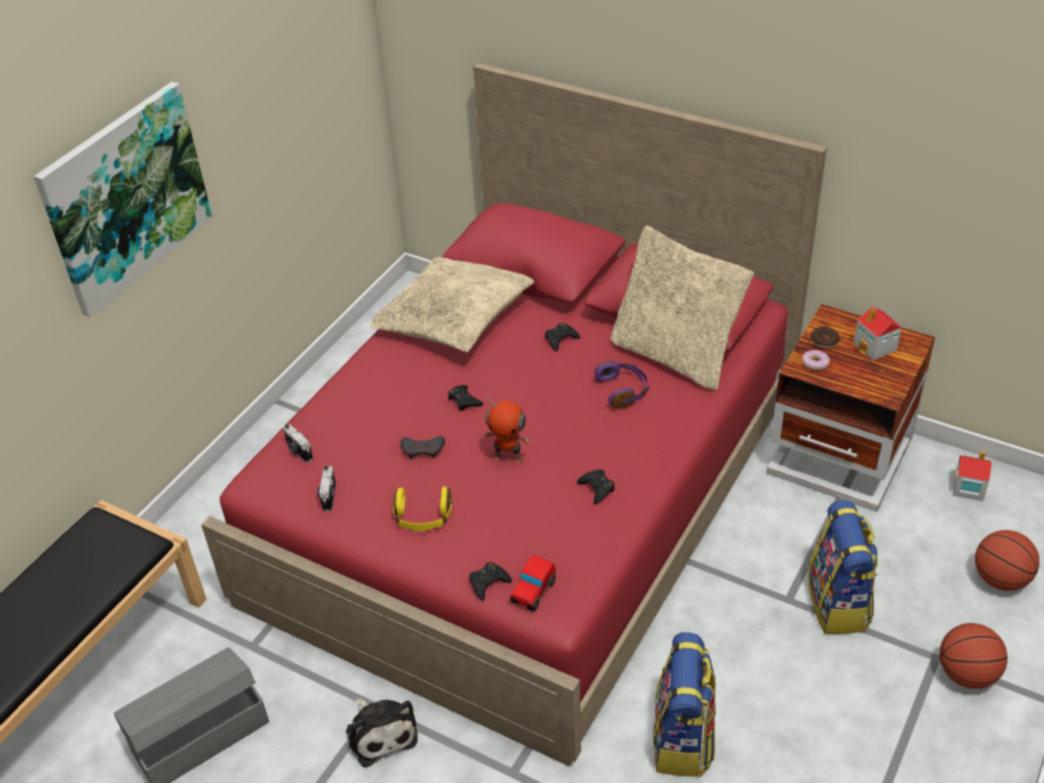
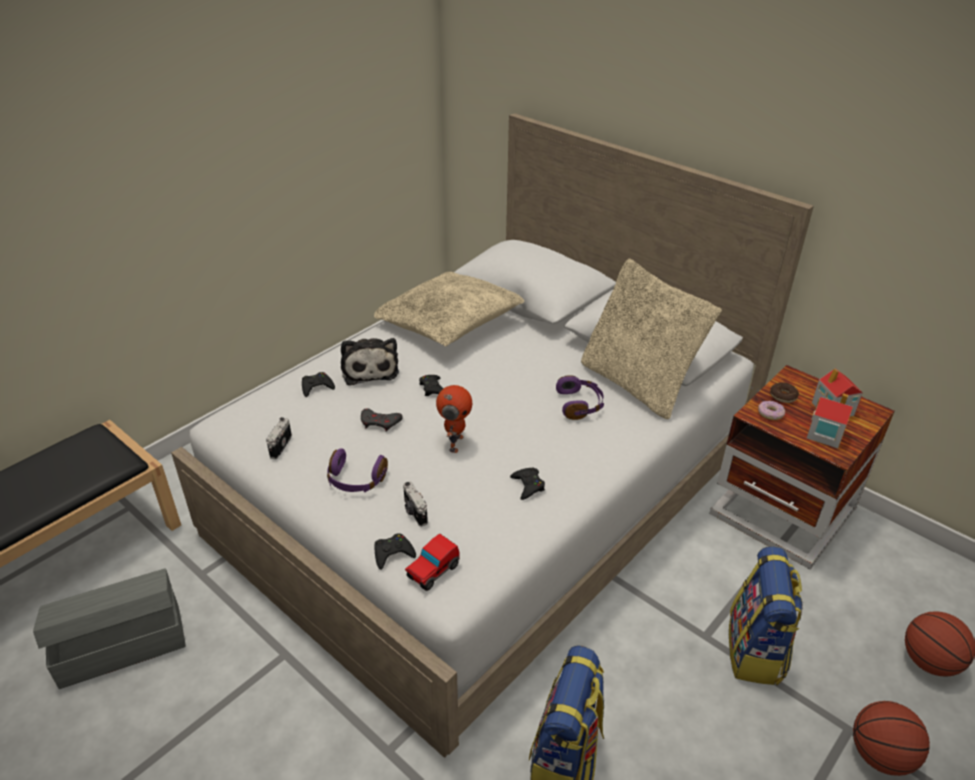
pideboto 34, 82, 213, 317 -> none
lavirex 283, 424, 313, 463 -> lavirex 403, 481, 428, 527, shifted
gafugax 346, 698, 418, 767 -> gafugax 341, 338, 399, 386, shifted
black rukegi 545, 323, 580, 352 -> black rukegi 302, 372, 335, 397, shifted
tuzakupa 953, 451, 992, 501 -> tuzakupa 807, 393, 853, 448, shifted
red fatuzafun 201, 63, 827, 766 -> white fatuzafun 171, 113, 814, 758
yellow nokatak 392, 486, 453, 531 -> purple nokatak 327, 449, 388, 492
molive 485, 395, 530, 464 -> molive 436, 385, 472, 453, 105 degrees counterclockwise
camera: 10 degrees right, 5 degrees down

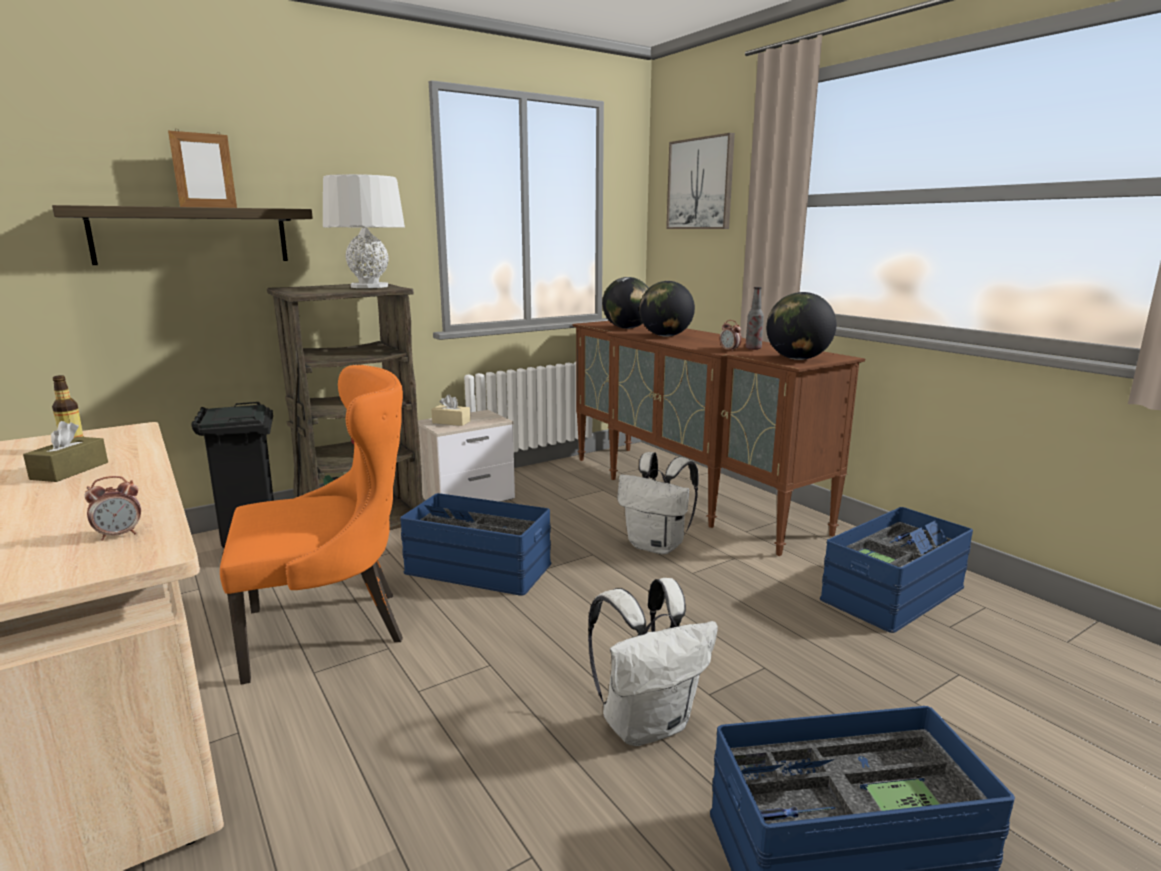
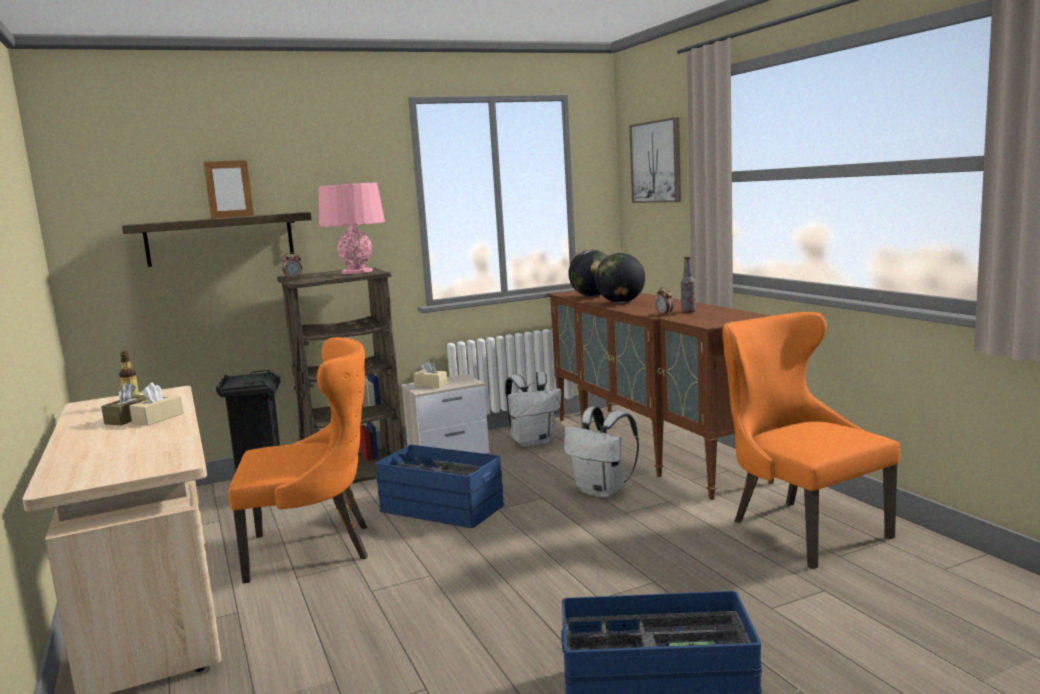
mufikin 766, 292, 836, 360 -> none
none -> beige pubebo 129, 382, 184, 426
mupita 84, 476, 141, 541 -> mupita 282, 252, 302, 279, shifted
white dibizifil 588, 578, 718, 746 -> white dibizifil 505, 372, 561, 447, shifted
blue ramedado 820, 507, 973, 633 -> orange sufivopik 722, 311, 900, 569
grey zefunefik 323, 174, 405, 288 -> pink zefunefik 319, 183, 385, 274
camera: 10 degrees right, 5 degrees down

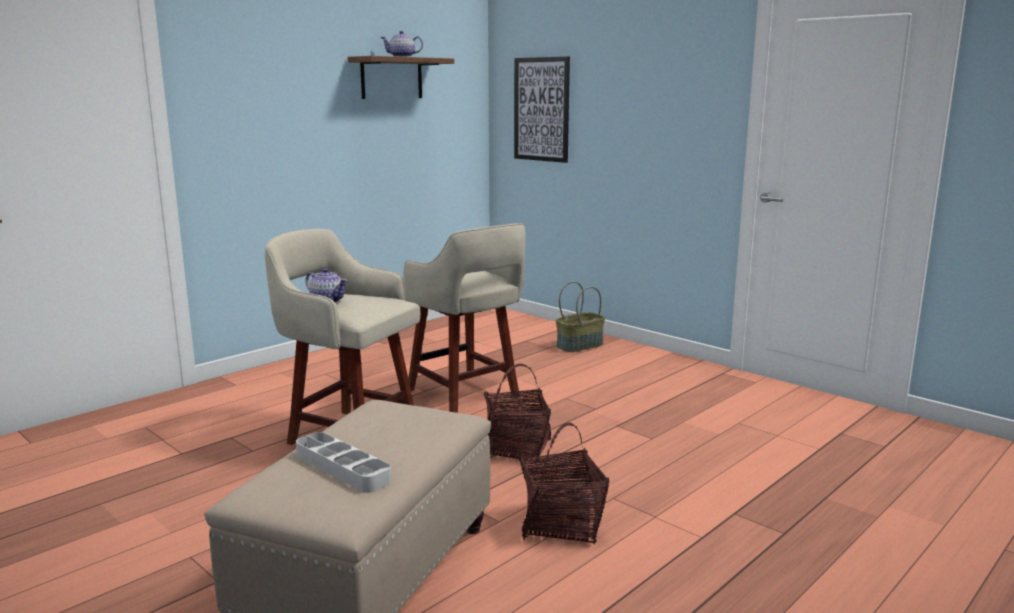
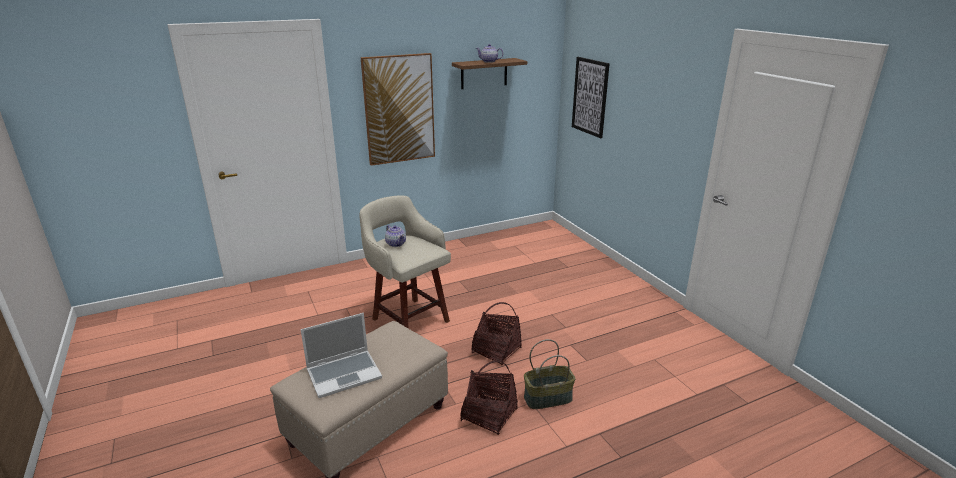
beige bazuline 403, 223, 526, 413 -> none
none -> pideboto 361, 53, 435, 166
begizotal 556, 281, 605, 352 -> begizotal 524, 339, 575, 409, shifted
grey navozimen 296, 432, 392, 493 -> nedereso 301, 313, 382, 398
camera: 20 degrees right, 10 degrees up

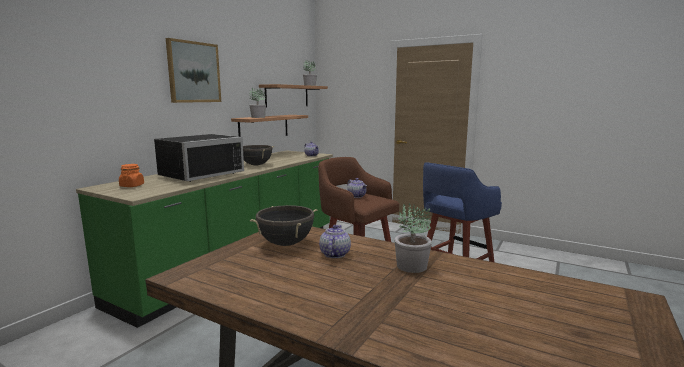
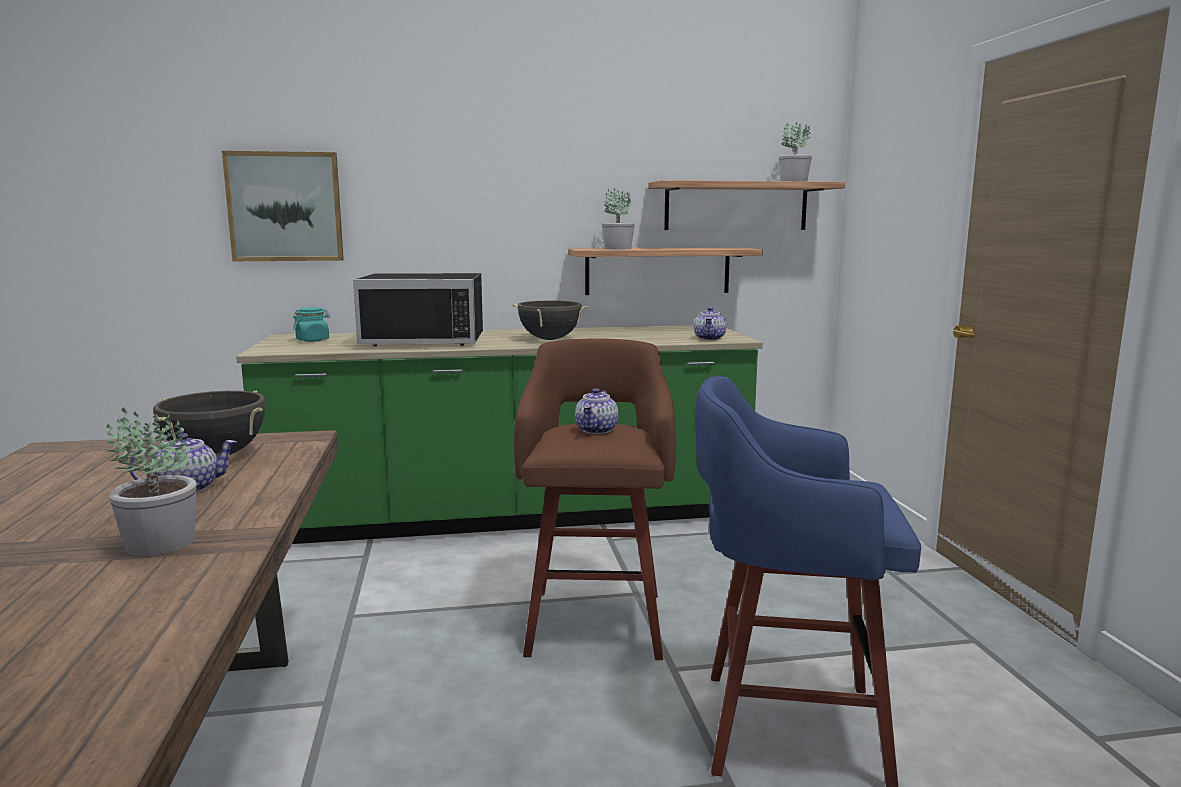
pideboto 166, 38, 221, 103 -> pideboto 222, 151, 344, 261, shifted
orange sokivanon 119, 164, 144, 187 -> turquoise sokivanon 293, 307, 330, 342
camera: 50 degrees right, 0 degrees up

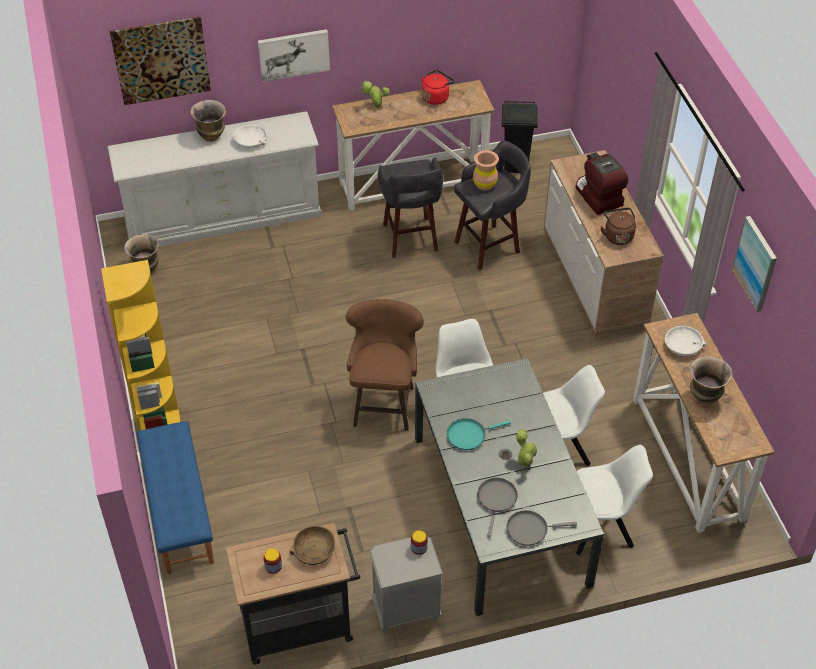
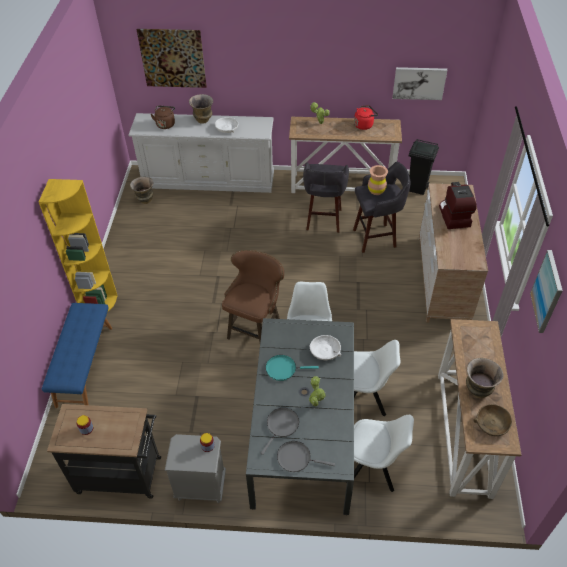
pideboto 258, 29, 330, 82 -> pideboto 393, 67, 447, 100, shifted
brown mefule 290, 526, 335, 565 -> brown mefule 474, 404, 512, 436, shifted
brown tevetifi 601, 208, 636, 245 -> brown tevetifi 150, 106, 175, 129, shifted
white mefule 665, 326, 707, 356 -> white mefule 310, 335, 341, 360, shifted
camera: 20 degrees right, 0 degrees up

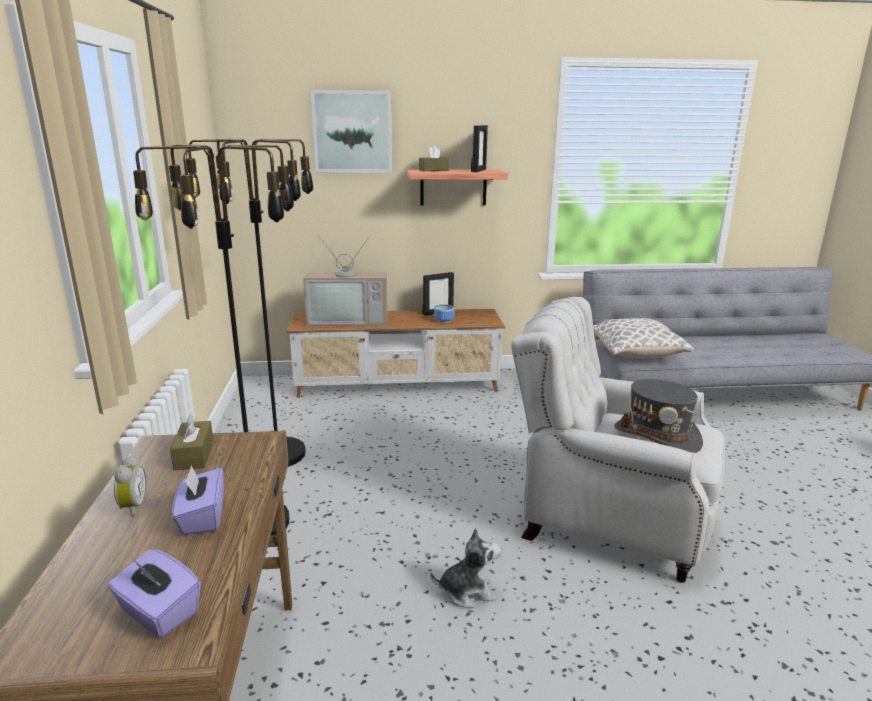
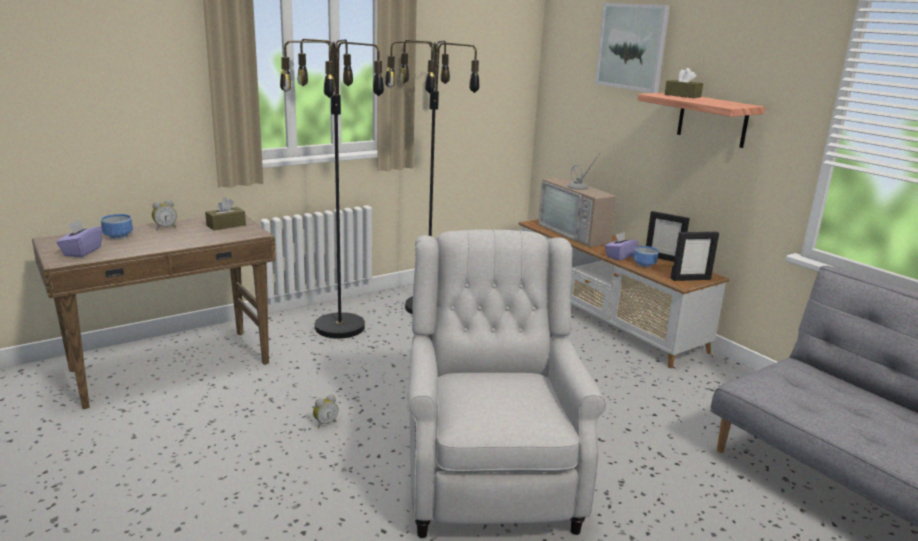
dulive 593, 318, 694, 359 -> none
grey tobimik 614, 379, 703, 453 -> none
none -> mefule 101, 214, 133, 239
purple pubebo 172, 466, 224, 535 -> purple pubebo 605, 232, 638, 261, shifted
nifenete 471, 125, 488, 172 -> nifenete 671, 232, 719, 281, shifted
gafugax 430, 528, 502, 608 -> mupita 313, 395, 338, 428
camera: 60 degrees right, 0 degrees up

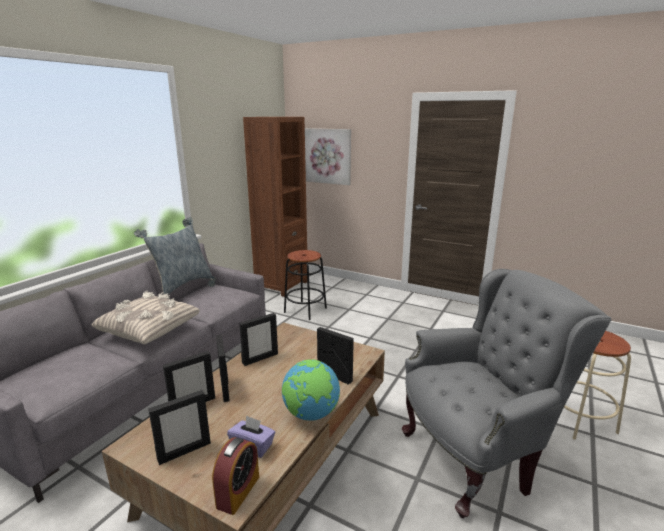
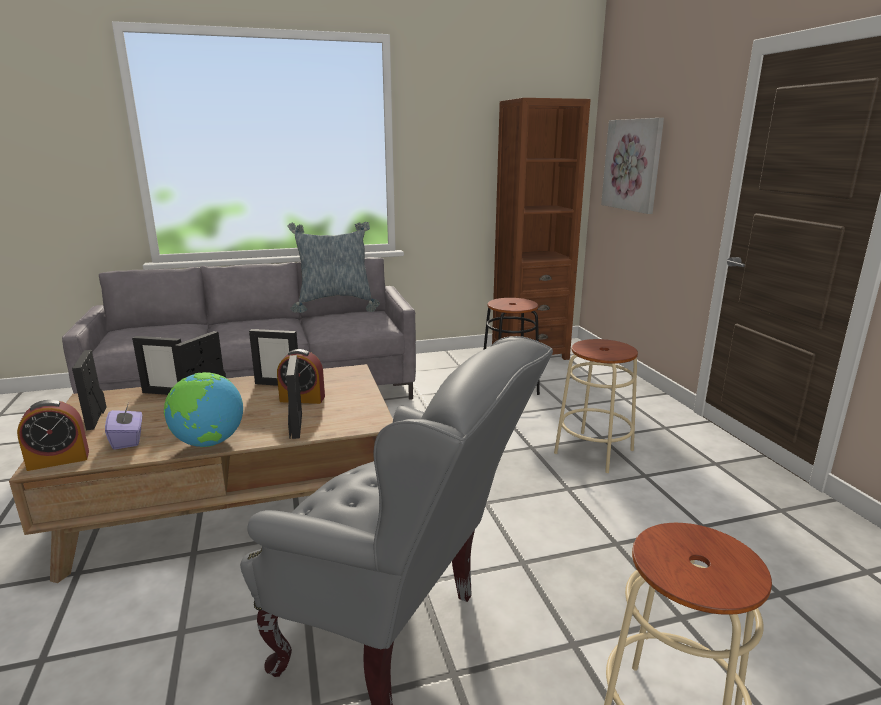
beige dulive 92, 290, 200, 344 -> none
none -> mupita 277, 349, 325, 404
none -> beige bazuline 554, 339, 638, 473
nifenete 148, 390, 211, 465 -> nifenete 72, 350, 107, 431, 60 degrees clockwise
camera: 45 degrees right, 0 degrees up

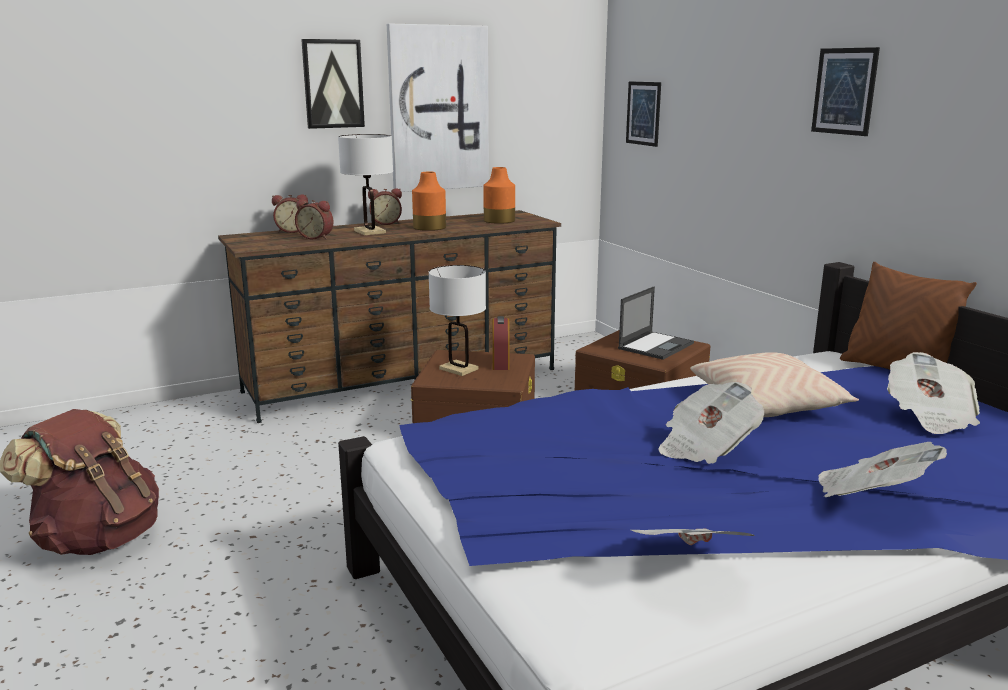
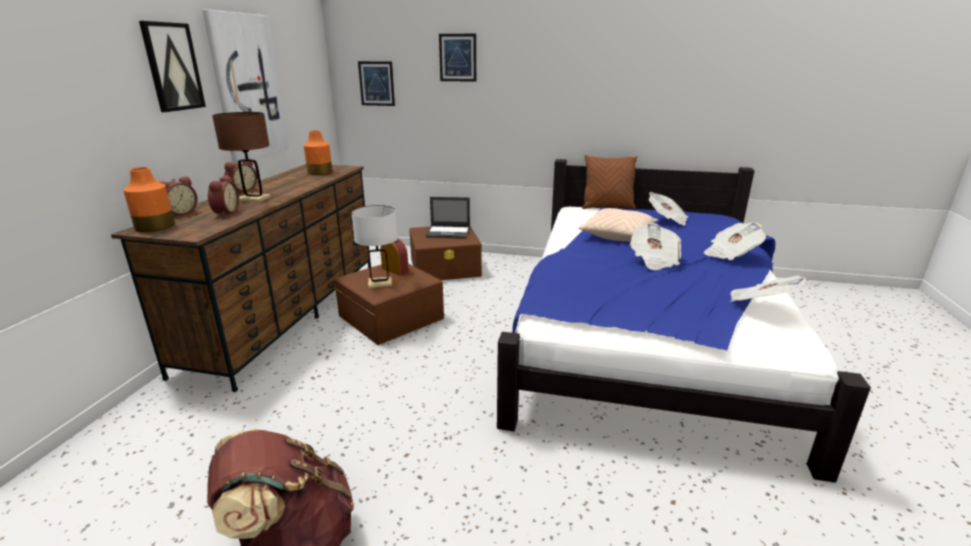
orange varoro 412, 172, 446, 231 -> orange varoro 123, 167, 175, 232, shifted
pideboto 811, 47, 880, 136 -> pideboto 439, 34, 476, 82, shifted
white zefunefik 338, 134, 393, 236 -> brown zefunefik 212, 112, 271, 202
mupita 295, 199, 334, 240 -> mupita 208, 175, 239, 217, 60 degrees counterclockwise
nedereso 618, 286, 694, 360 -> nedereso 426, 197, 470, 239, 105 degrees clockwise
camera: 50 degrees left, 5 degrees up

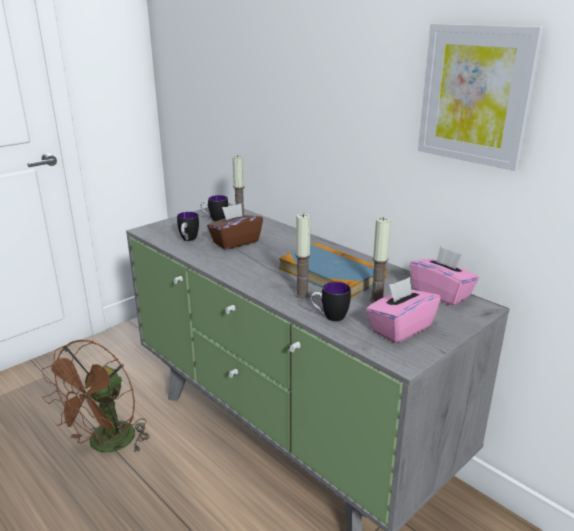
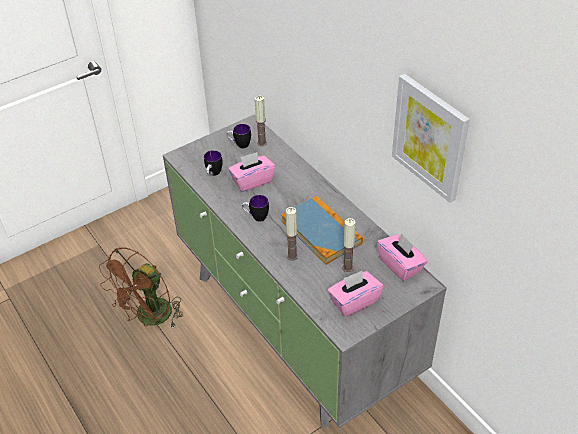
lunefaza 311, 282, 351, 321 -> lunefaza 242, 195, 269, 222, shifted
brown pubebo 207, 203, 263, 250 -> pink pubebo 228, 152, 275, 192
camera: 10 degrees right, 20 degrees up

